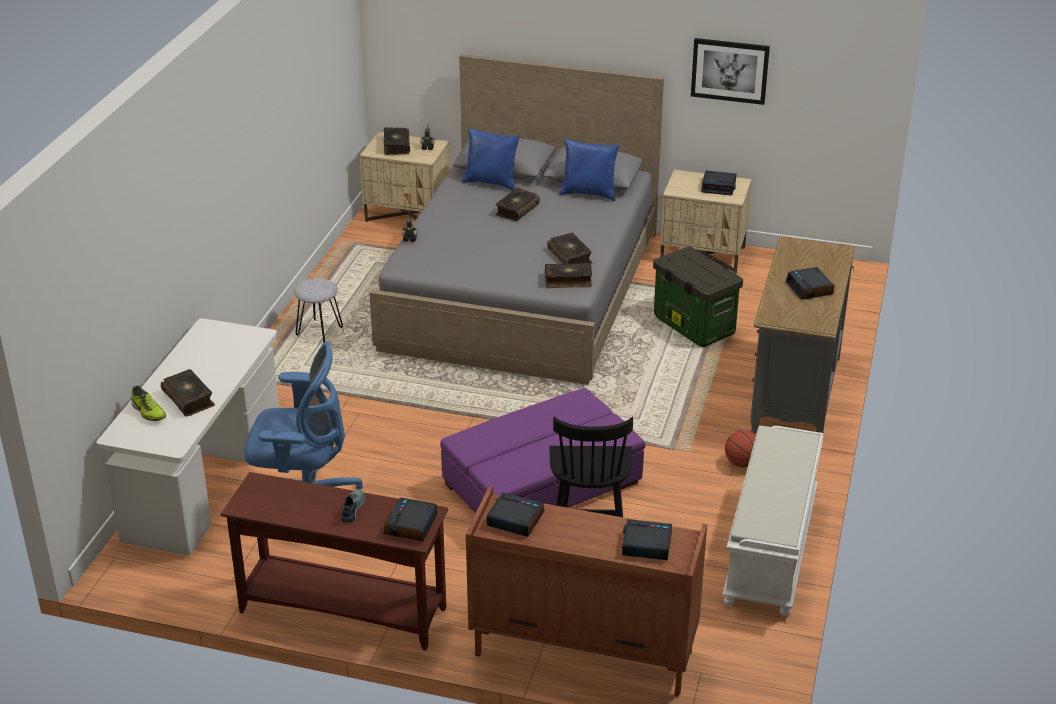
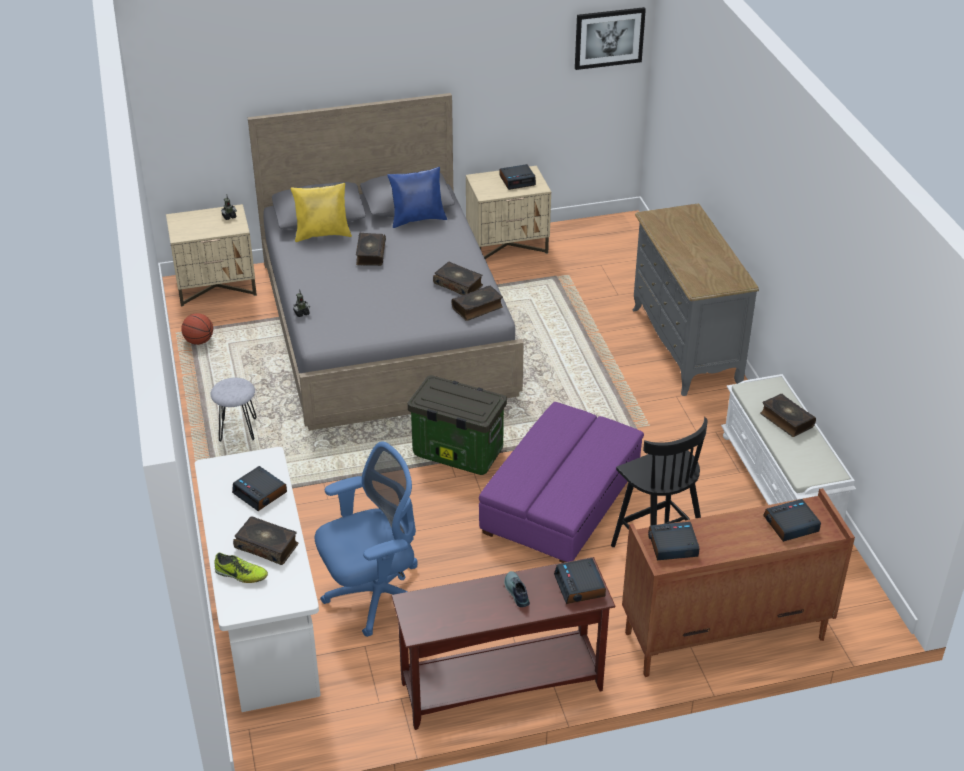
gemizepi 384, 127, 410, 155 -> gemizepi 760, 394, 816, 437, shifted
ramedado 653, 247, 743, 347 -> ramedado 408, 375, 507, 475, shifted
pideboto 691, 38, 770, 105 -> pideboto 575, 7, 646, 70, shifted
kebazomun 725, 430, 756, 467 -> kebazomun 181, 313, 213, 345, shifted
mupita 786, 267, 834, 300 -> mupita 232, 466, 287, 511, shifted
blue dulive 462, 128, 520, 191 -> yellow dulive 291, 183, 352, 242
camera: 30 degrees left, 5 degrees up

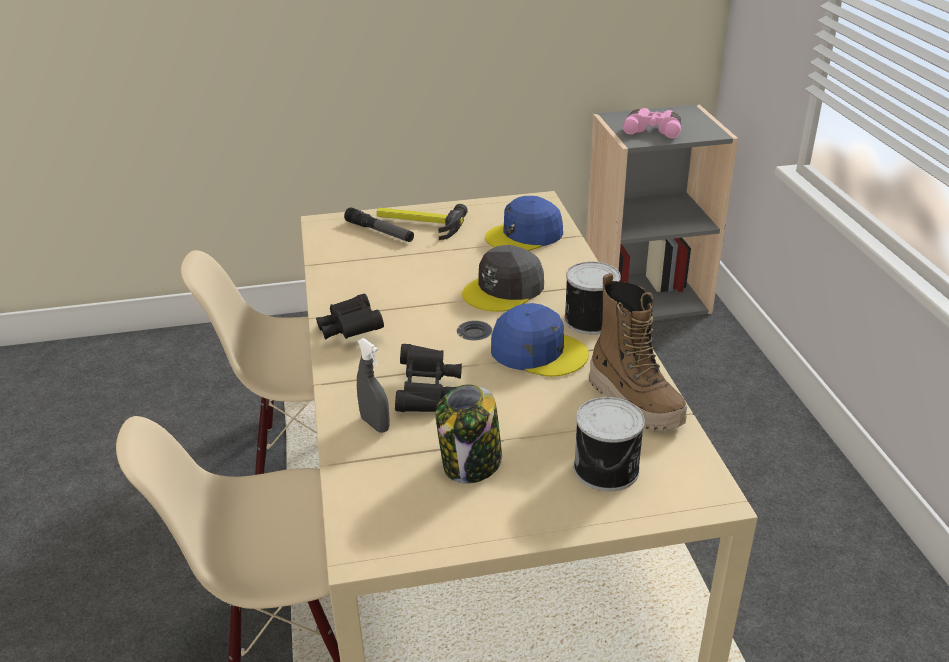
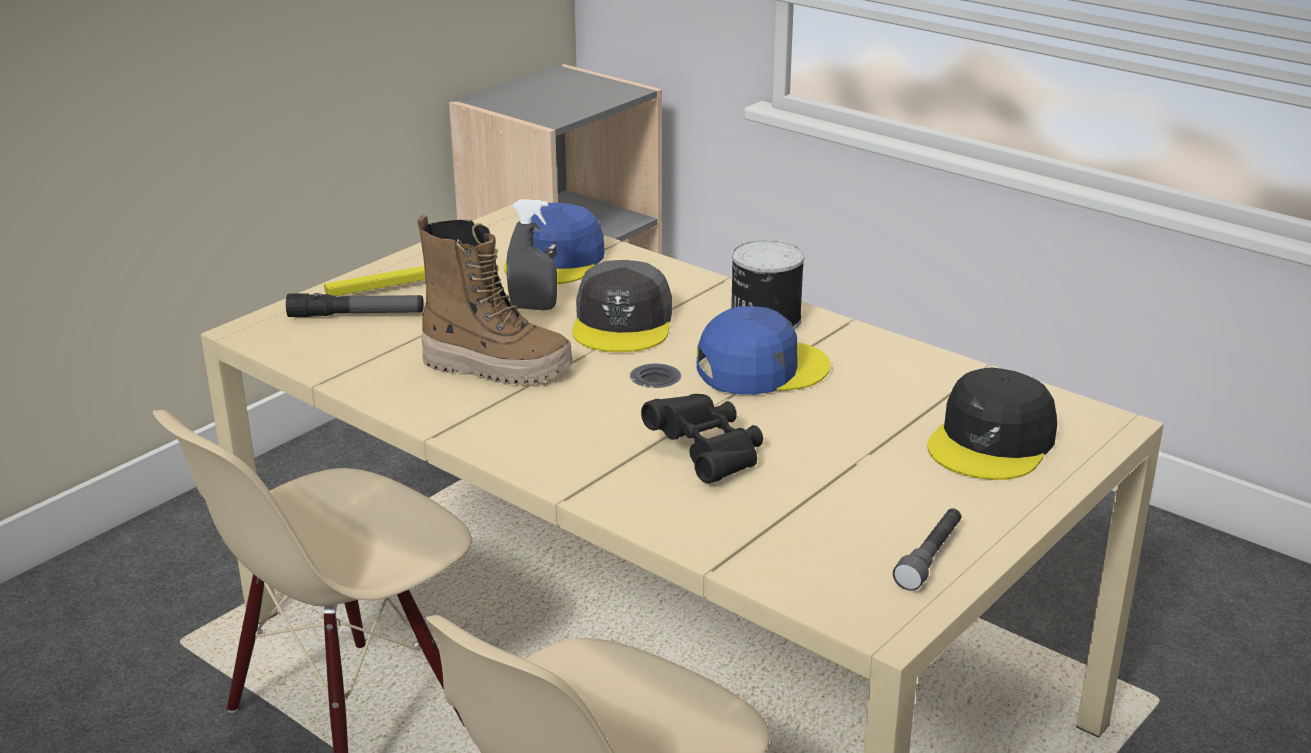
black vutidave 316, 294, 384, 339 -> none
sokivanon 436, 384, 502, 484 -> none
pink vutidave 623, 108, 681, 138 -> none
none -> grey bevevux 893, 508, 961, 591
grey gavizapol 357, 338, 390, 433 -> grey gavizapol 506, 199, 557, 310, shifted
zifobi 589, 273, 687, 431 -> zifobi 417, 215, 573, 385, shifted
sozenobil 574, 397, 645, 492 -> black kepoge 927, 367, 1057, 480
camera: 40 degrees left, 5 degrees down

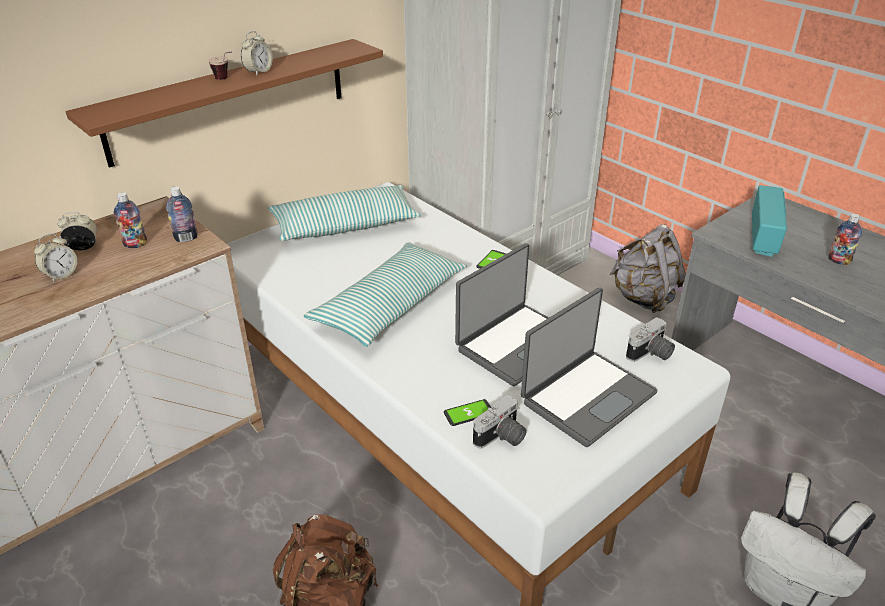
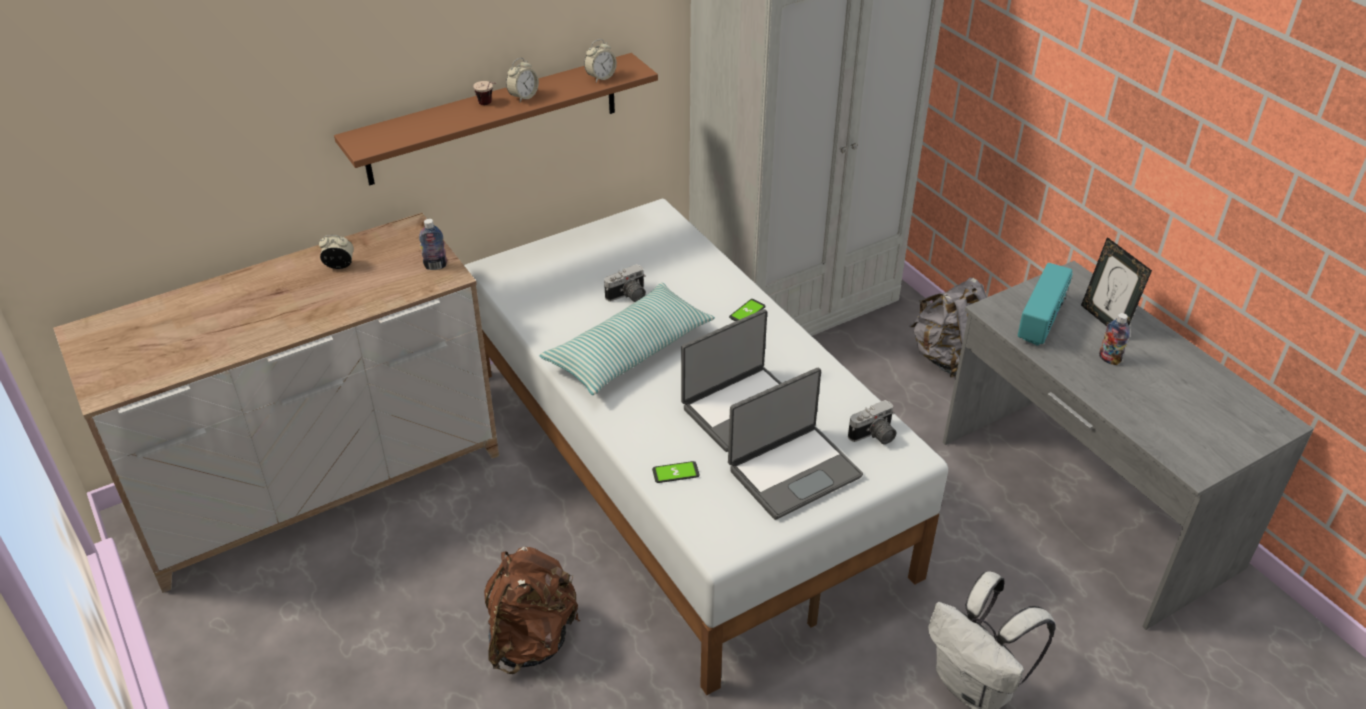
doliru 114, 192, 147, 248 -> none
dulive 268, 185, 421, 241 -> none
none -> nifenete 1081, 237, 1152, 326
mupita 34, 233, 77, 282 -> mupita 584, 39, 617, 82, shifted
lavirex 473, 395, 527, 448 -> lavirex 604, 264, 646, 302, shifted
camera: 10 degrees right, 5 degrees up

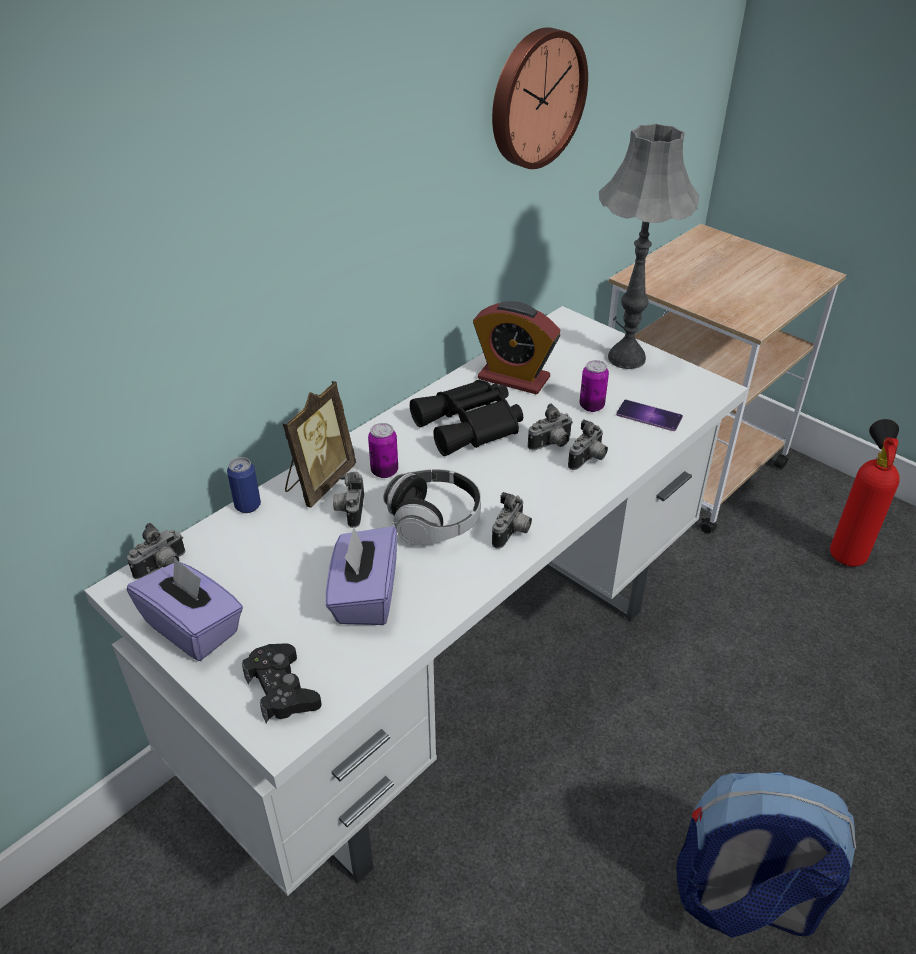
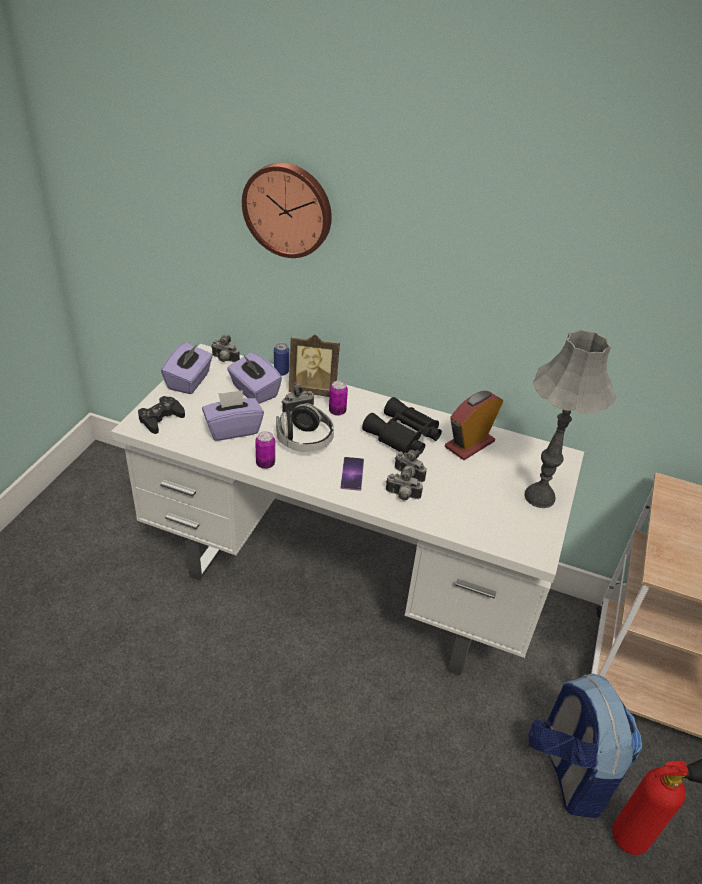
lavirex 492, 492, 532, 549 -> none
none -> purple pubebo 227, 352, 282, 404
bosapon 492, 27, 588, 169 -> bosapon 242, 163, 332, 258, shifted
sozenobil 579, 360, 609, 412 -> sozenobil 255, 431, 275, 469, shifted
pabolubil 616, 400, 683, 431 -> pabolubil 340, 457, 364, 491, shifted
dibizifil 676, 772, 856, 938 -> dibizifil 528, 673, 642, 818, shifted
mupita 473, 301, 560, 395 -> mupita 445, 391, 503, 460, 45 degrees clockwise
camera: 65 degrees right, 0 degrees up

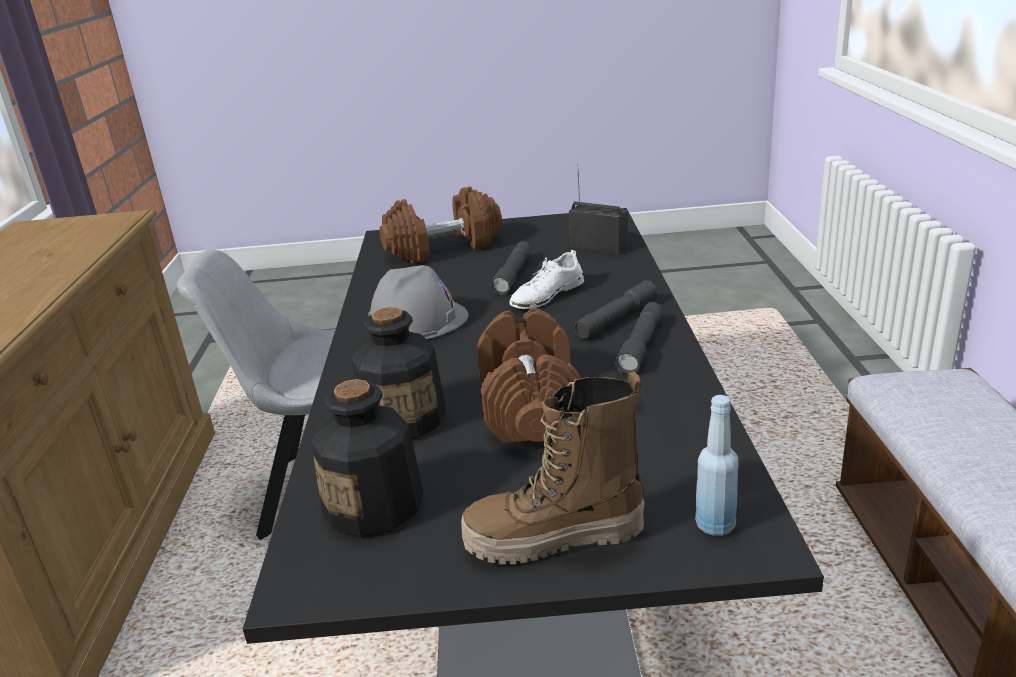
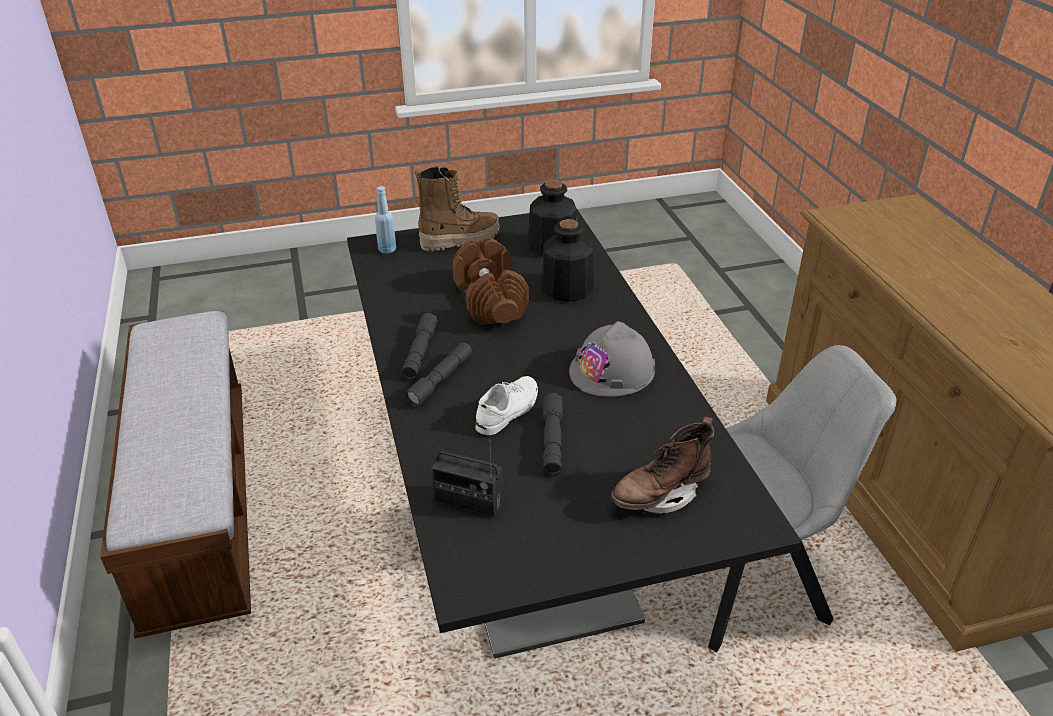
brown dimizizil 379, 186, 502, 264 -> brown zifobi 611, 416, 715, 514
camera: 165 degrees right, 10 degrees up

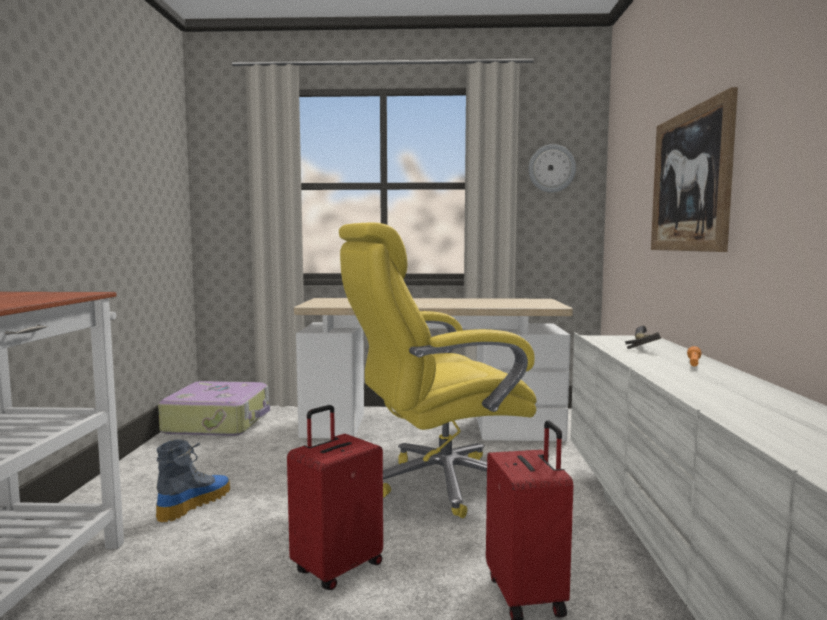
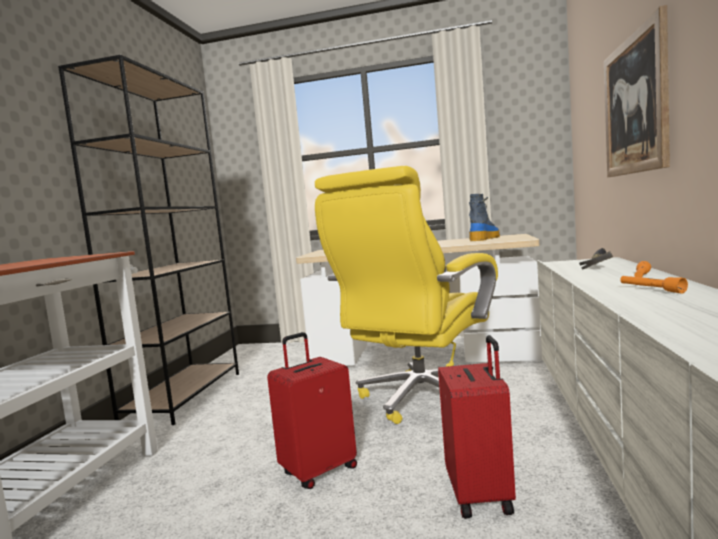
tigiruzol 158, 381, 270, 436 -> none
bosapon 529, 144, 576, 193 -> none
none -> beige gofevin 58, 55, 239, 425
none -> orange bevevux 620, 276, 688, 293
zifobi 156, 439, 230, 522 -> zifobi 469, 194, 500, 241, shifted
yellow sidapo 339, 222, 537, 518 -> yellow sidapo 315, 166, 498, 424, 45 degrees counterclockwise
camera: 10 degrees right, 0 degrees up

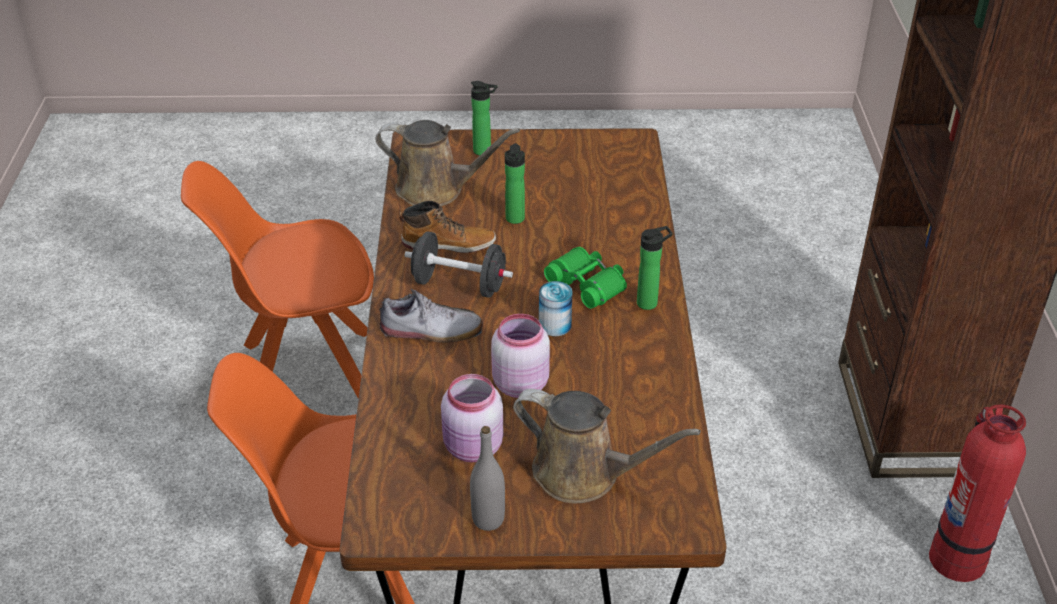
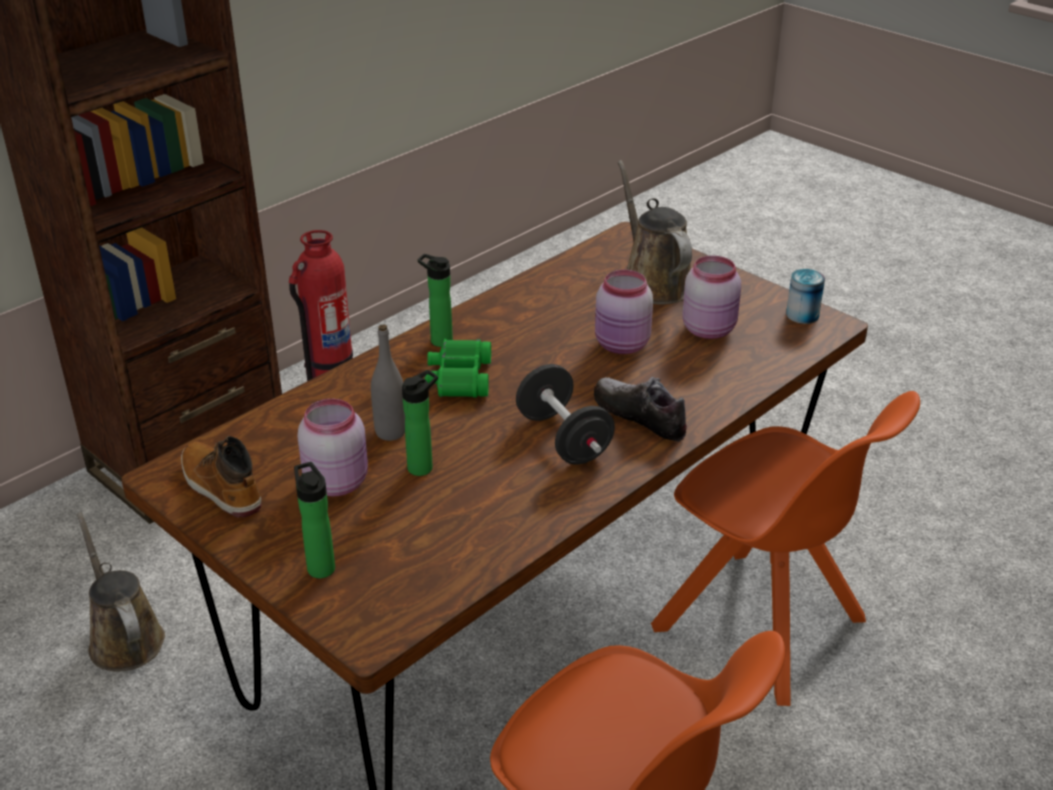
none -> pink sokivanon 298, 399, 368, 497
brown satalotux 375, 120, 520, 206 -> brown satalotux 77, 512, 165, 671, shifted
zifobi 399, 201, 496, 253 -> zifobi 181, 436, 262, 518, shifted
grey doliru 470, 426, 505, 531 -> grey doliru 371, 324, 405, 441, shifted
sozenobil 539, 281, 572, 336 -> sozenobil 786, 269, 825, 324, shifted
camera: 135 degrees left, 5 degrees down

